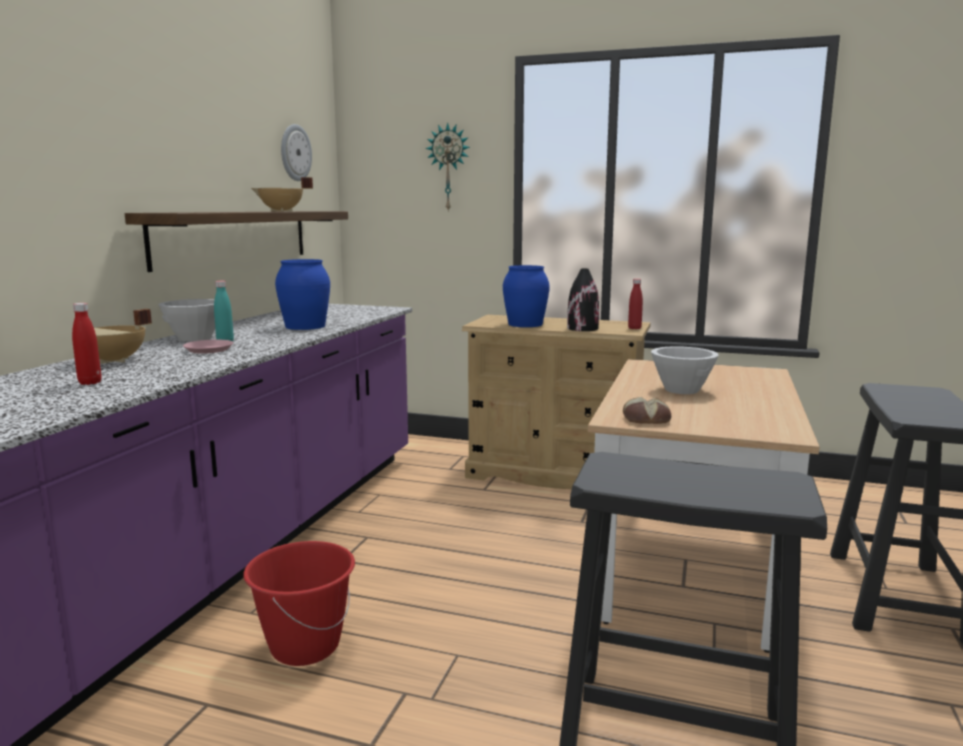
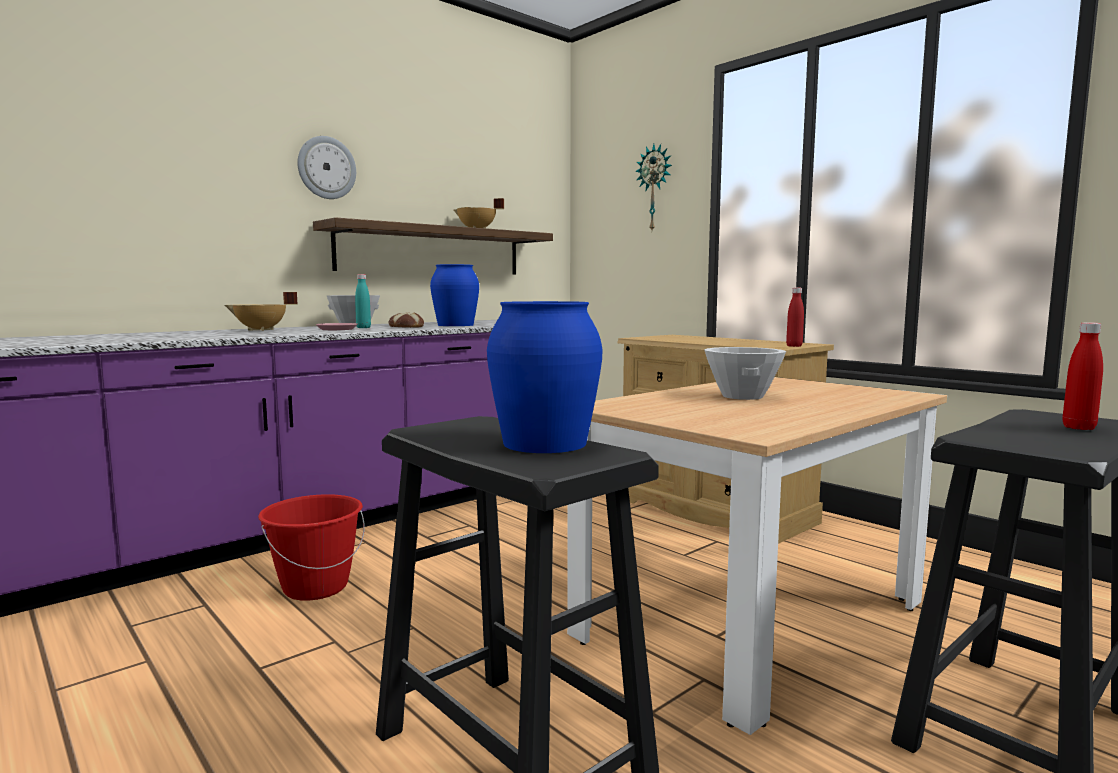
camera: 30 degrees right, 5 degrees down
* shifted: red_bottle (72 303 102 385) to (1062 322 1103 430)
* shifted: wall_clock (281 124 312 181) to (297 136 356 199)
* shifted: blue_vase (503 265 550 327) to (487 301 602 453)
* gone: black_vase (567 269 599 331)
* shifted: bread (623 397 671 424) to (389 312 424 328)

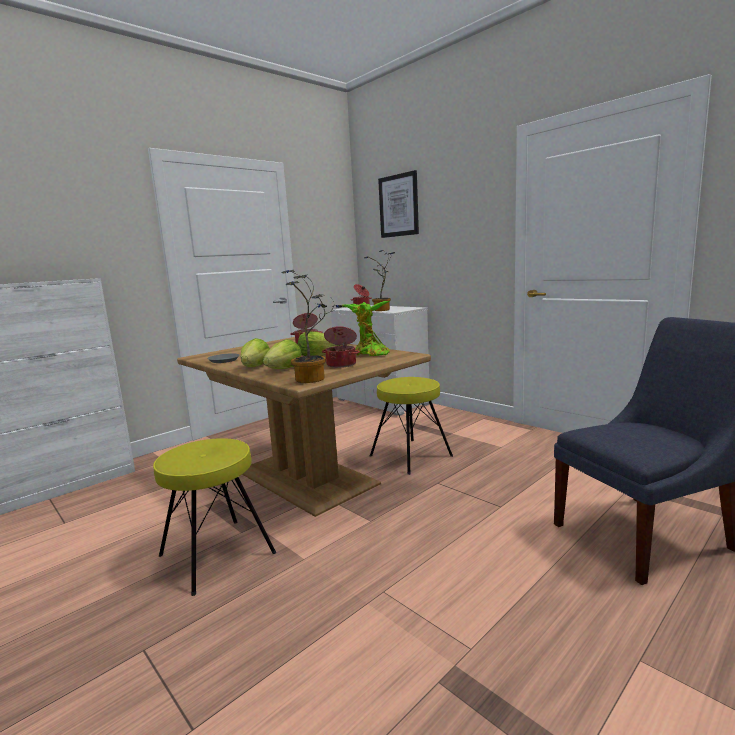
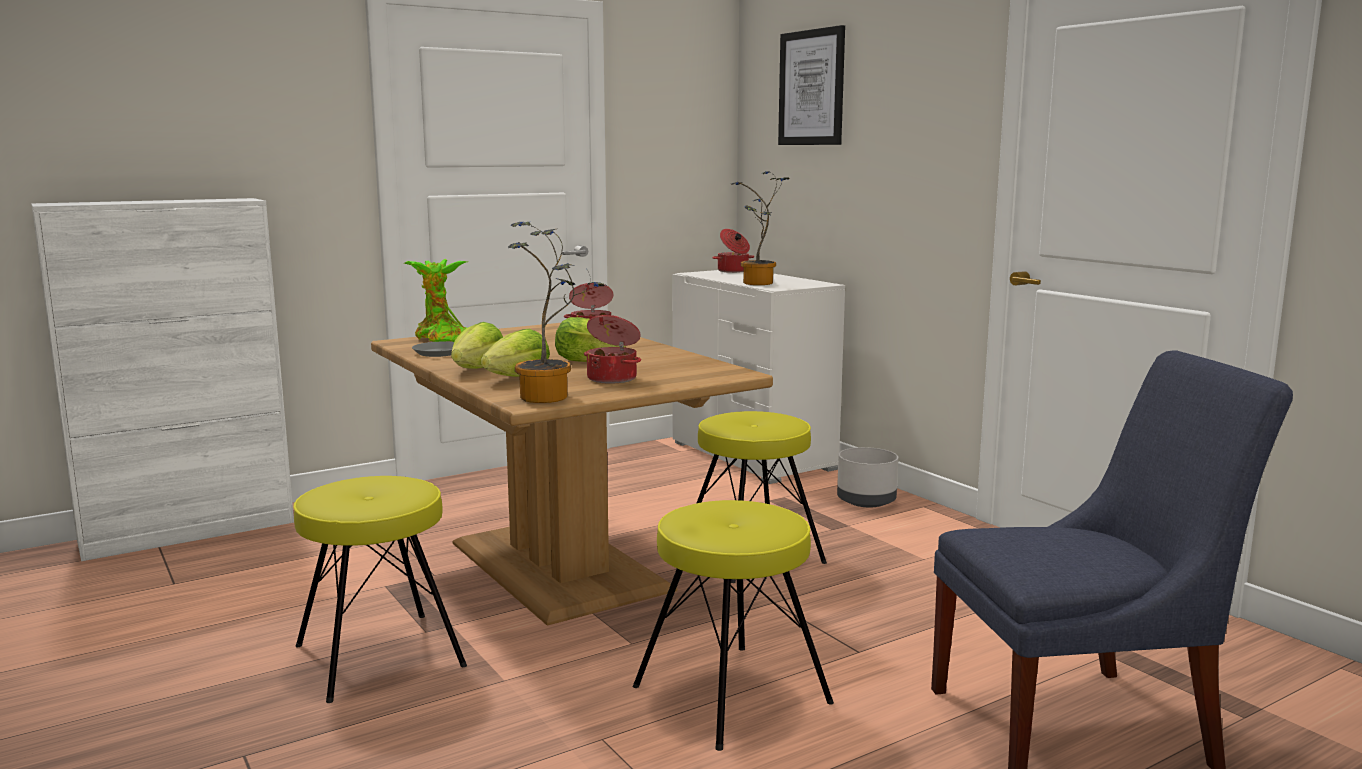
camera: 10 degrees right, 0 degrees up
* shifted: potted_plant (343 301 390 356) to (404 259 467 342)
* new: yellow_stool (633 500 834 751)
* new: grey_planter (837 447 898 507)

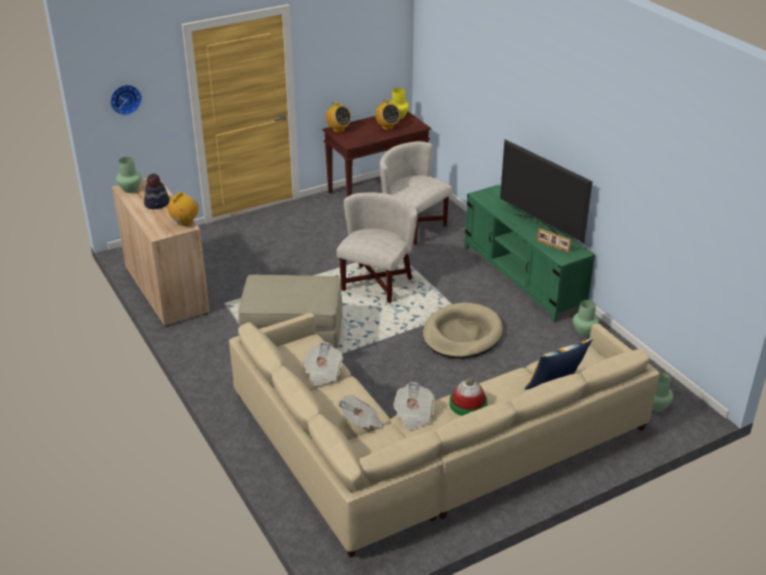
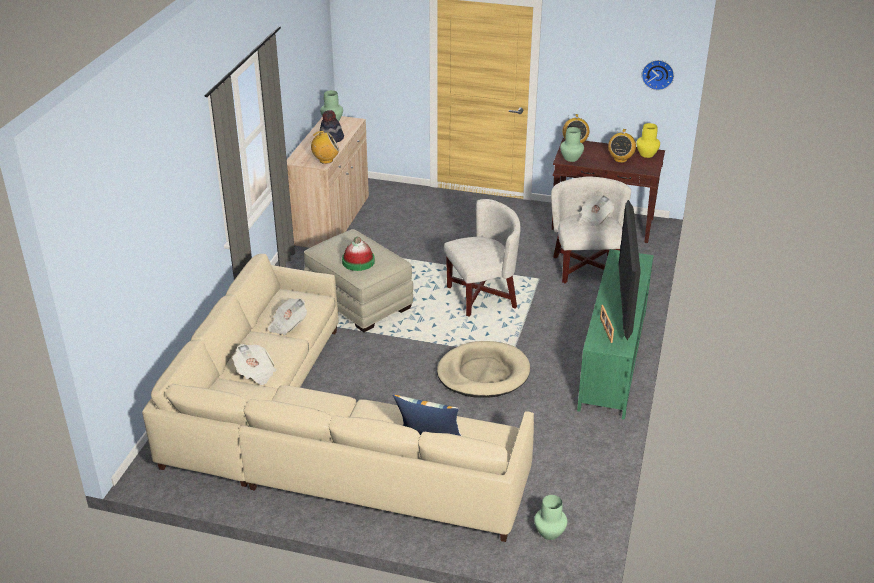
camera: 45 degrees right, 0 degrees up
* shifted: wall_clock (110 85 142 116) to (642 60 674 90)
* shifted: newspaper (393 382 435 430) to (579 195 614 227)
* shifted: hat (449 377 487 416) to (342 237 375 271)
* shifted: green_vase (573 300 599 336) to (560 127 584 162)

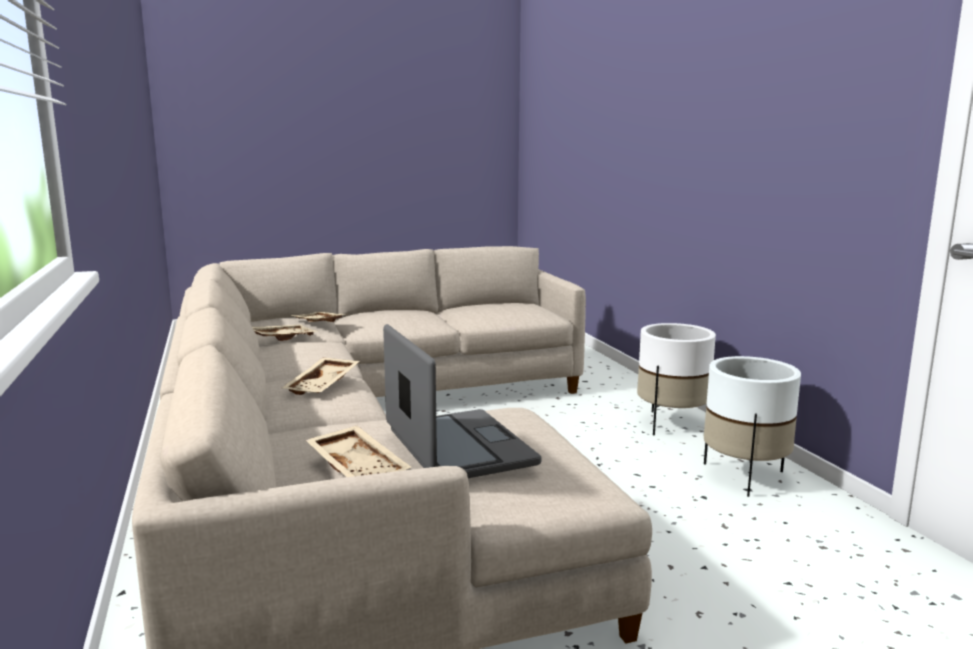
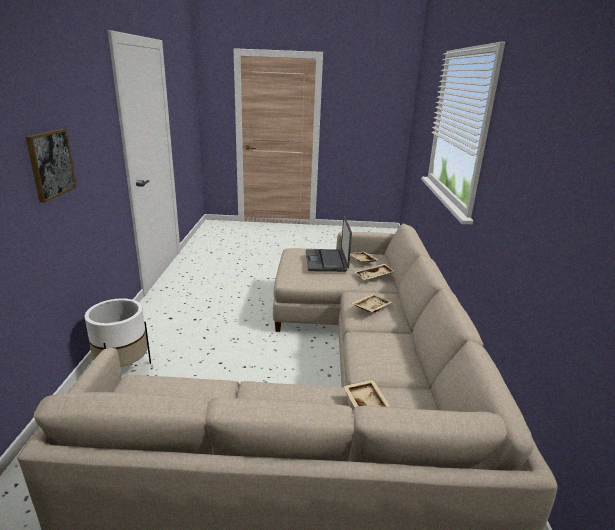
camera: 160 degrees left, 10 degrees up
* shifted: beige_tray (252 324 318 341) to (354 263 395 280)
* gone: white_planter (704 356 801 497)
* new: picture (26 129 77 203)

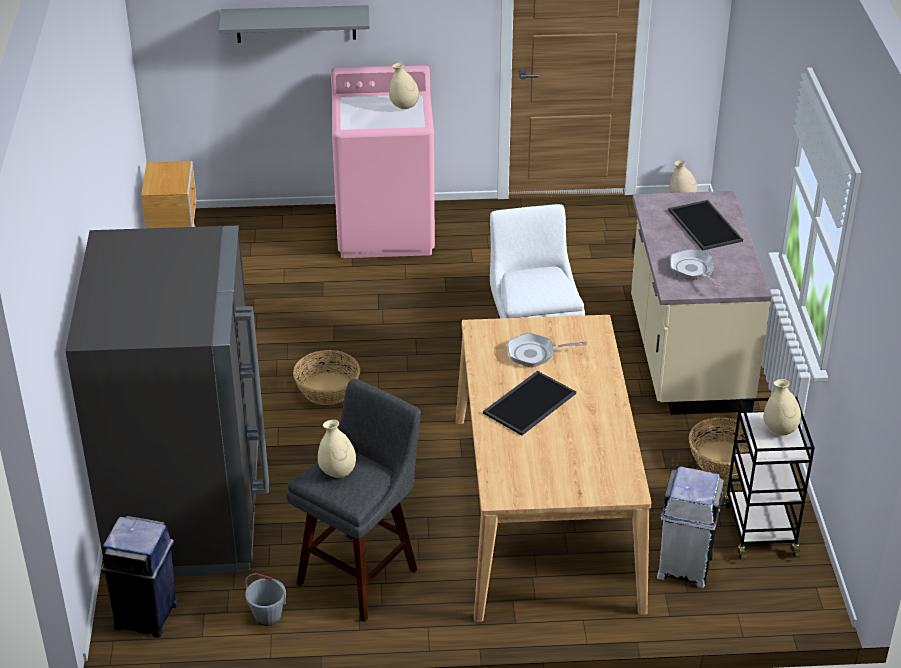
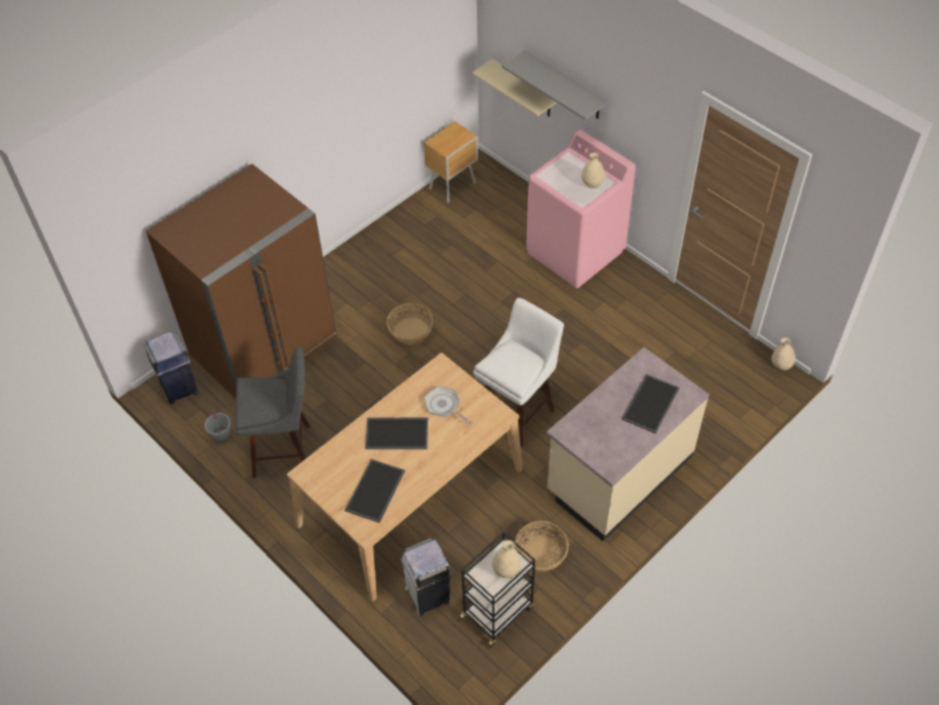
camera: 50 degrees right, 15 degrees up
* repainted: grey_fridge (65 225 269 577) to brown_fridge (146 164 336 399)
* gone: beige_vase (318 420 356 478)
* gone: frying_pan (670 249 723 290)
* new: tray (345 459 405 523)
* new: beige_shelf (472 59 557 117)

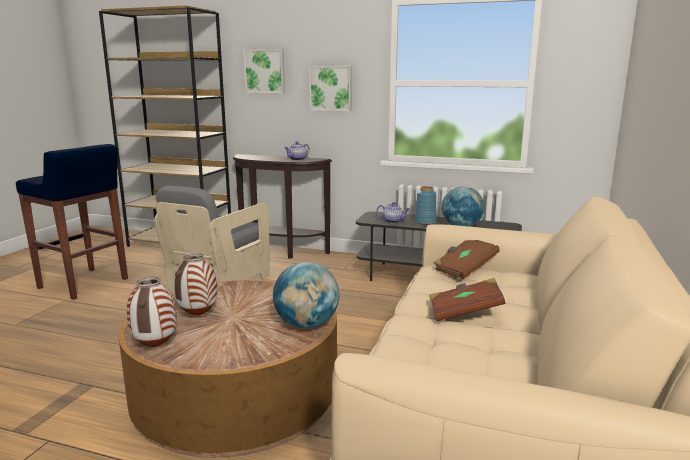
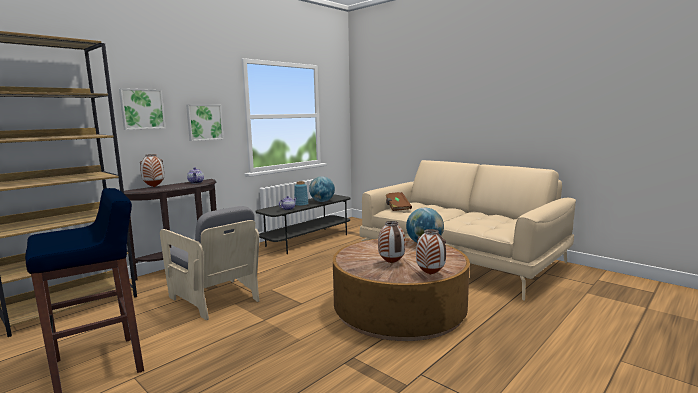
camera: 65 degrees left, 5 degrees down
* gone: brown_book (429 278 505 321)
* new: vase (140 154 164 187)

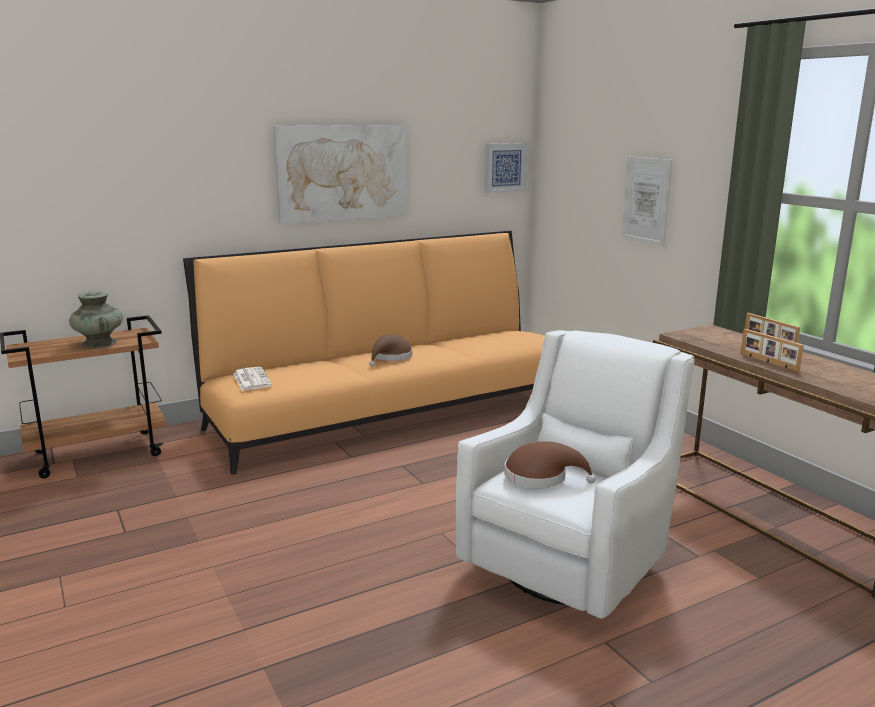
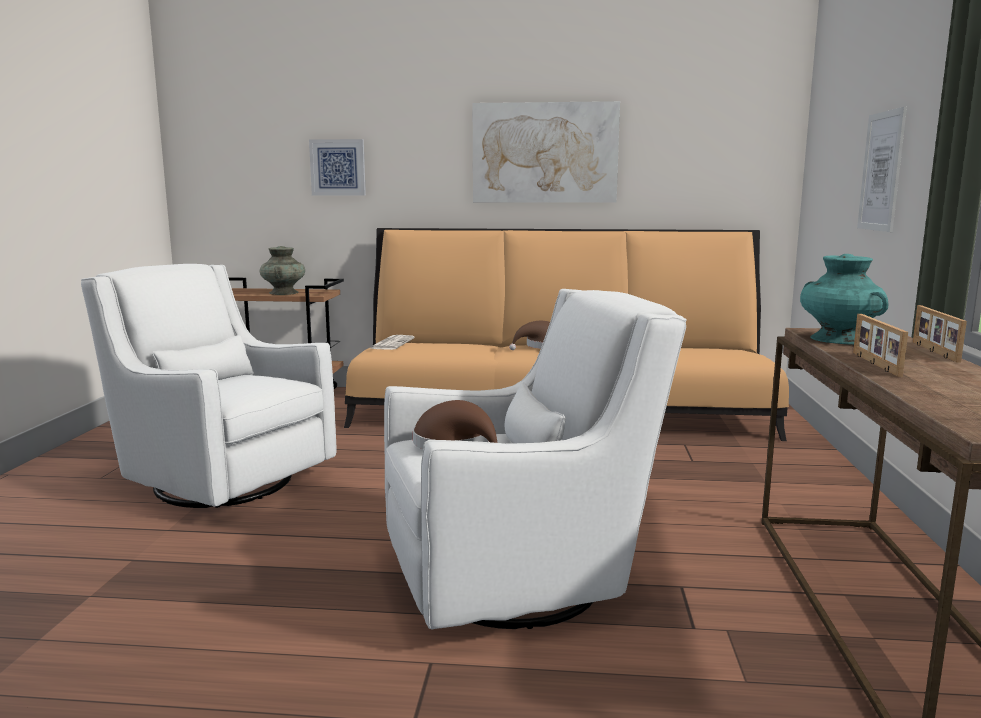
camera: 35 degrees right, 5 degrees down
* shifted: picture (485 143 527 193) to (309 139 366 196)
* new: white_armchair (81 264 336 508)
* new: turquoise_vase (800 254 888 345)

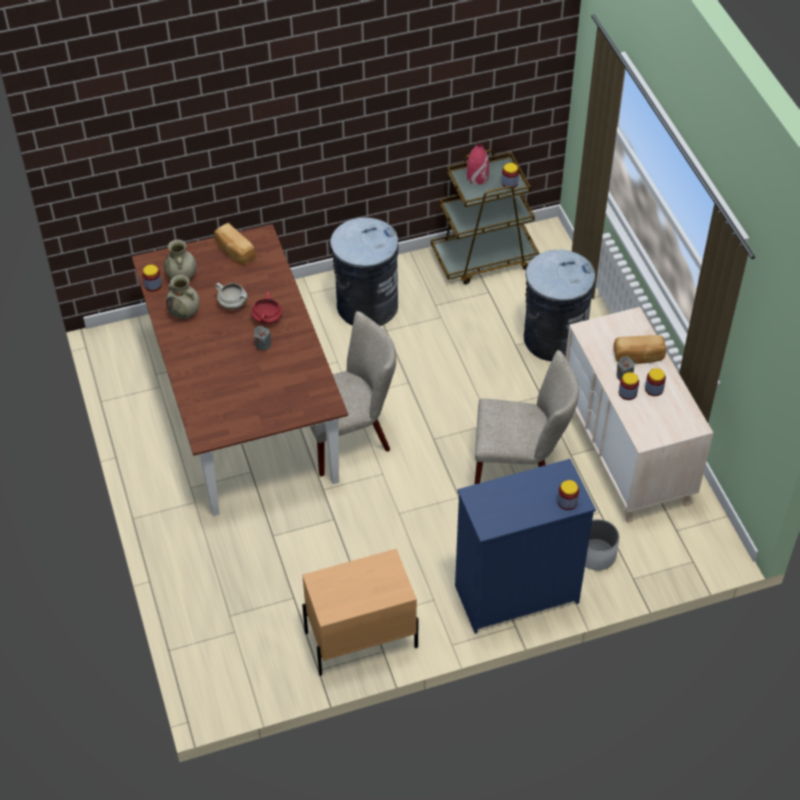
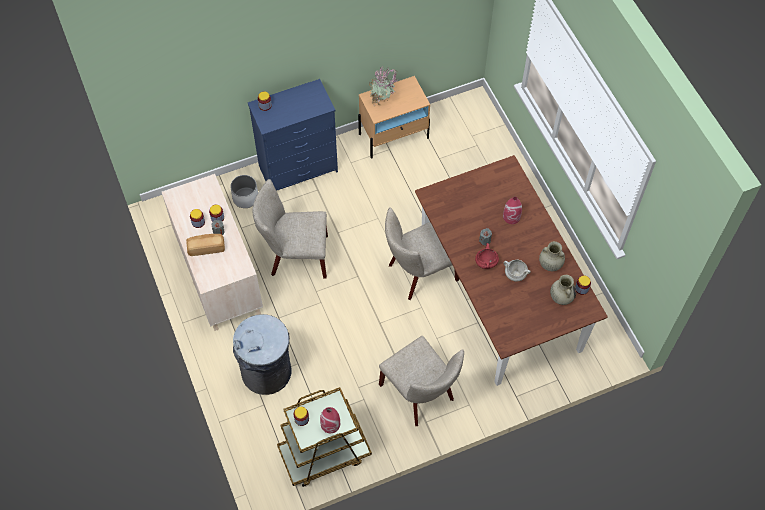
camera: 175 degrees right, 10 degrees up
* gone: bread (214 223 256 265)
* swapped: grey_trash_can (330 217 399 326) to beige_chair (379 336 464 426)
* new: potted_plant (369 68 398 106)
* new: red_vase (503 197 522 224)

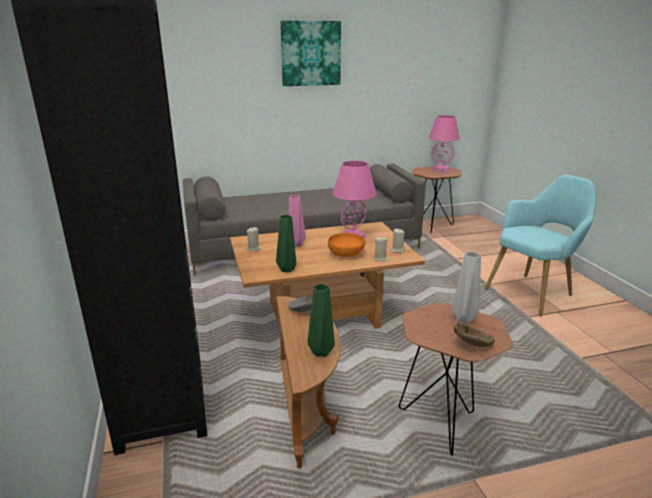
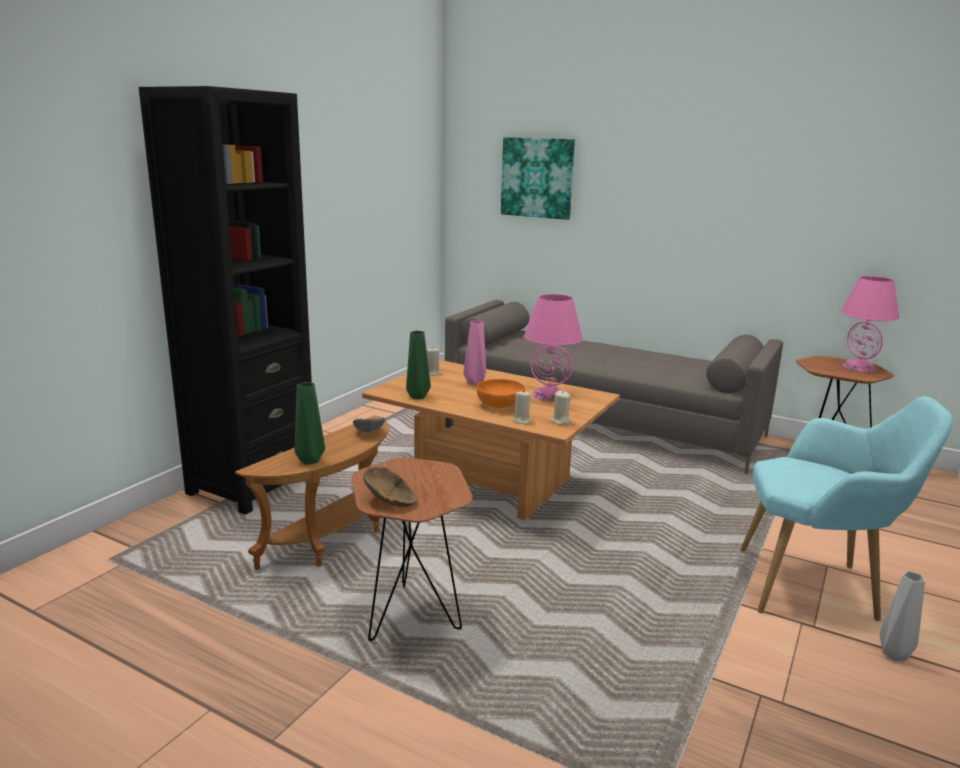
camera: 45 degrees right, 5 degrees down
* shifted: picture (280 20 341 86) to (501 137 575 220)
* shifted: grey_vase (452 251 481 323) to (880 571 925 661)

